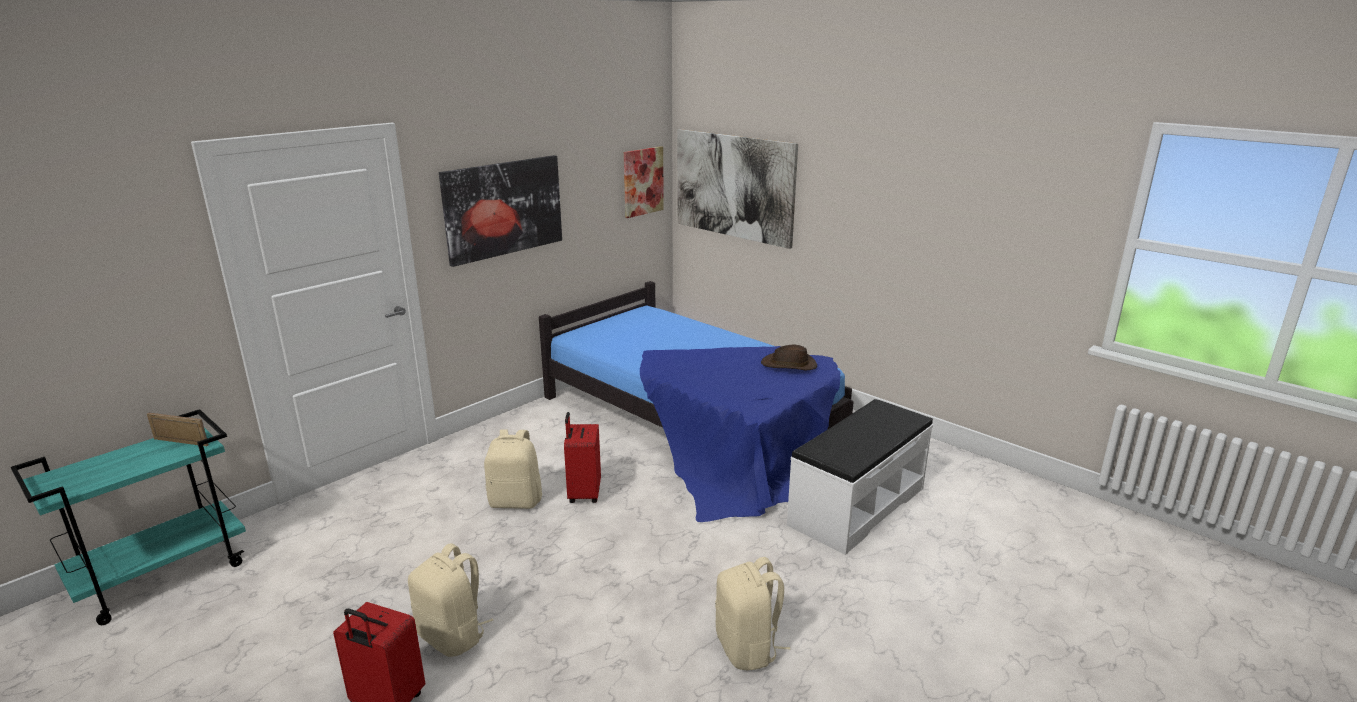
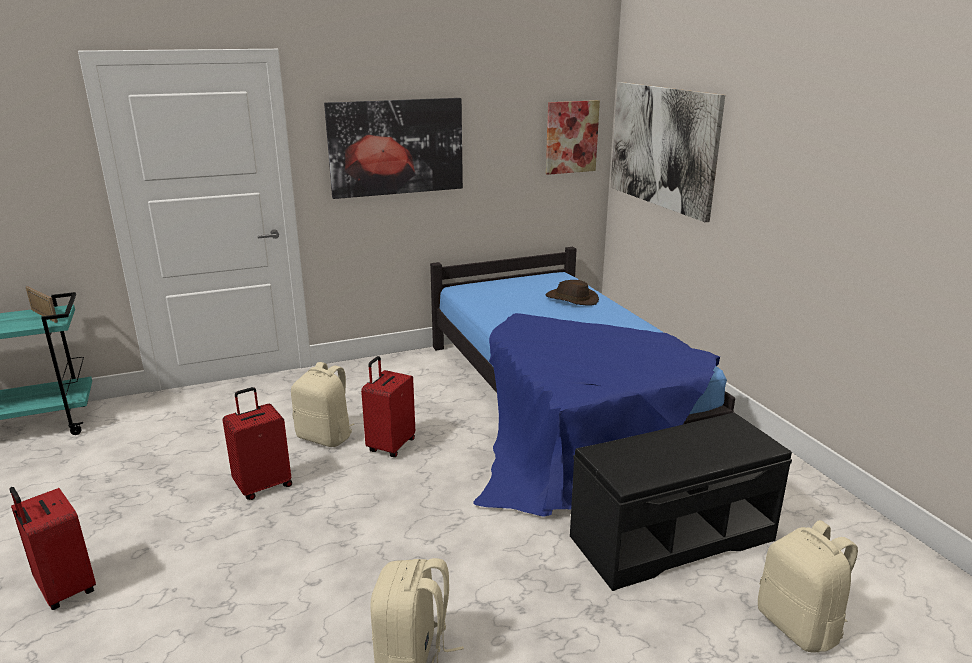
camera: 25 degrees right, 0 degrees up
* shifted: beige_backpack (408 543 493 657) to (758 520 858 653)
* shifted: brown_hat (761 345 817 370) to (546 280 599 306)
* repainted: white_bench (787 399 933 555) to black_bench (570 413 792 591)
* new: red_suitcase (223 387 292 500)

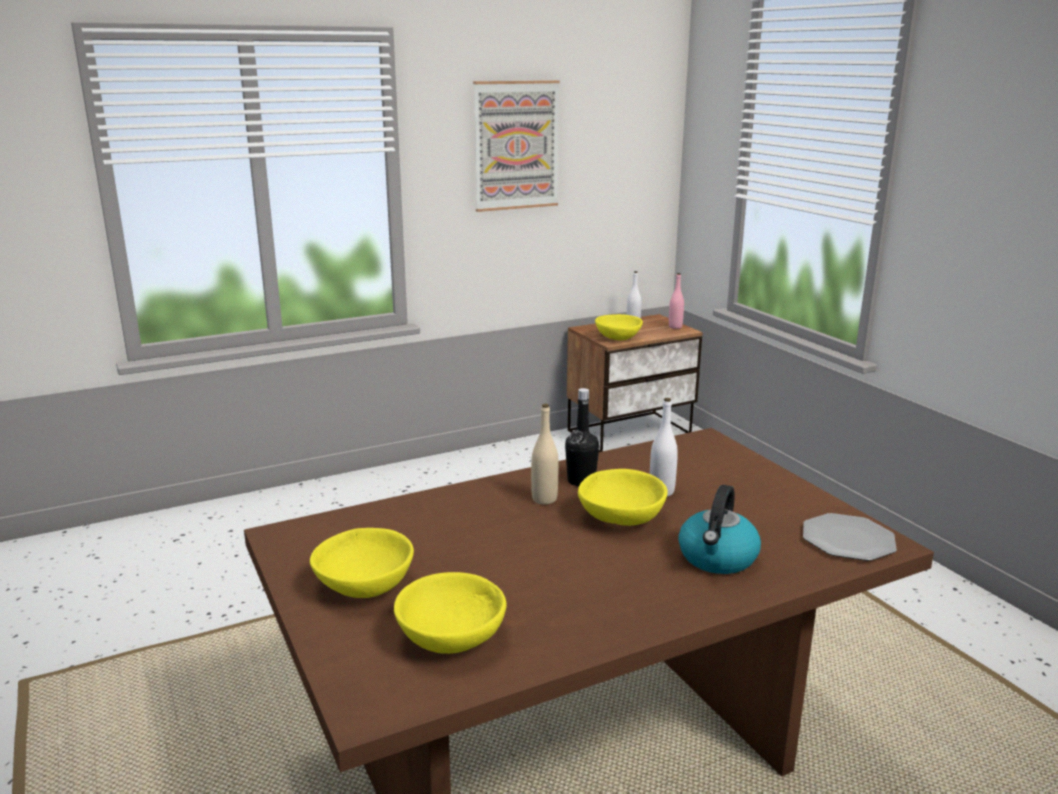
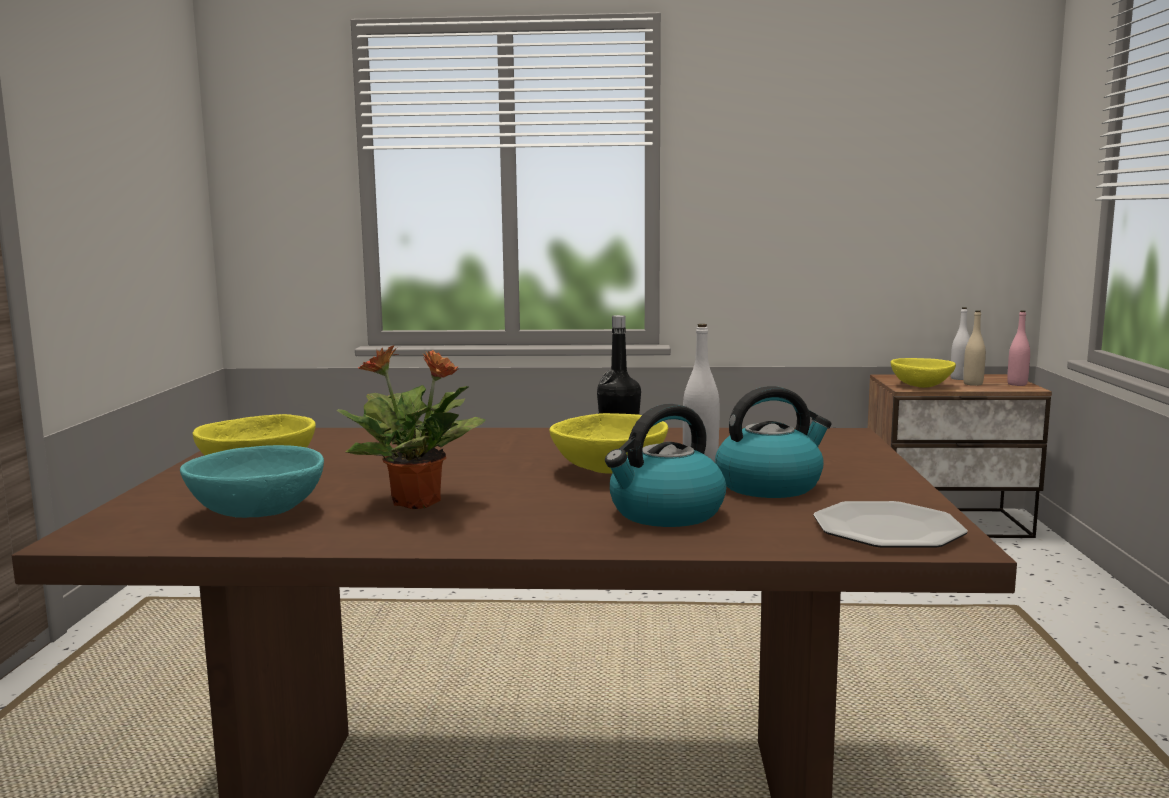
camera: 30 degrees right, 10 degrees down
* repainted: yellow_bowl (394 572 507 654) to turquoise_bowl (180 445 324 518)
* gone: picture (473 80 560 212)
* shifted: beige_bottle (531 404 559 504) to (963 310 986 386)
* new: potted_plant (337 346 486 509)
* new: kettle (715 386 831 498)

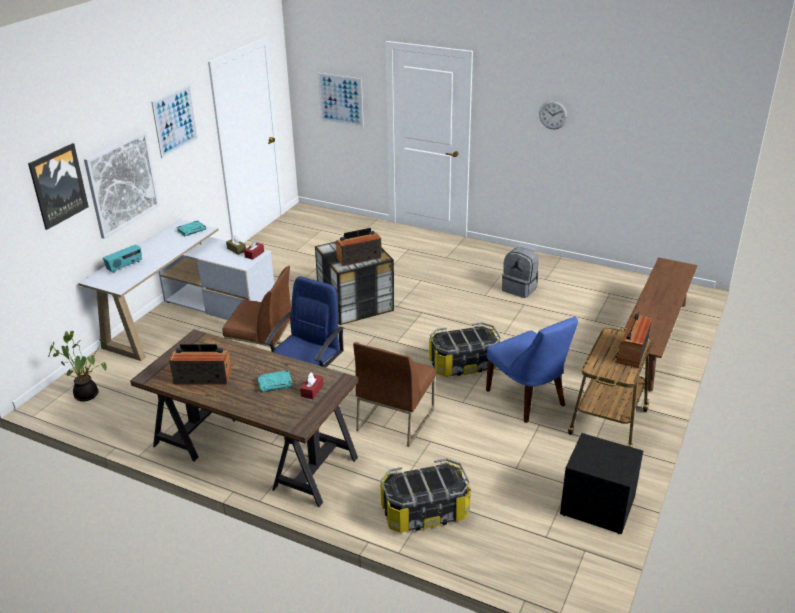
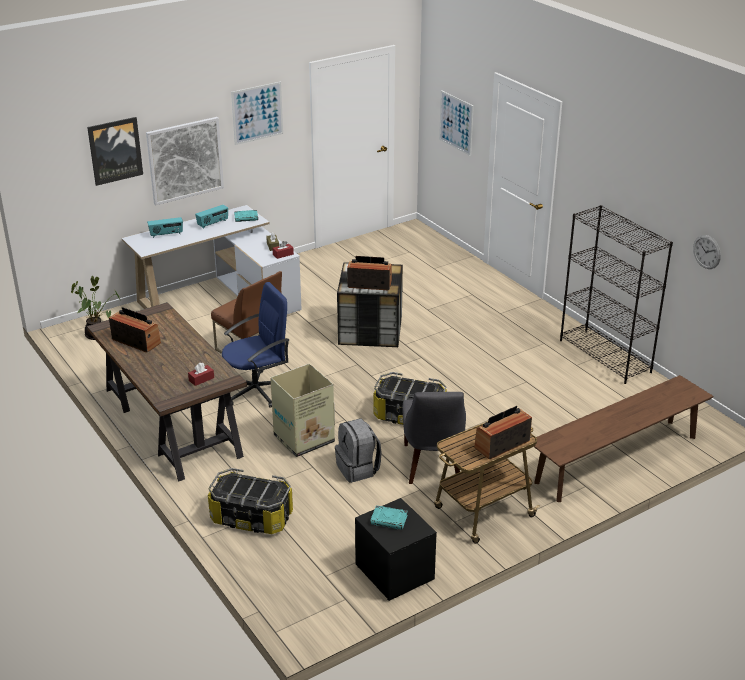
camera: 30 degrees right, 0 degrees up
* shifted: turquoise_book (257 370 293 393) to (370 505 408 530)
* swapped: brown_chair (353 342 436 447) to cardboard_box (270 364 335 457)
* repainted: blue_chair (486 317 578 423) to grey_chair (402 392 466 484)
* shifted: grey_backpack (502 247 539 298) to (335 418 382 483)
* shifted: wall_clock (539 101 568 129) to (693 235 721 269)
* new: radio (195 205 228 229)
* new: black_bookcase (560 205 673 384)

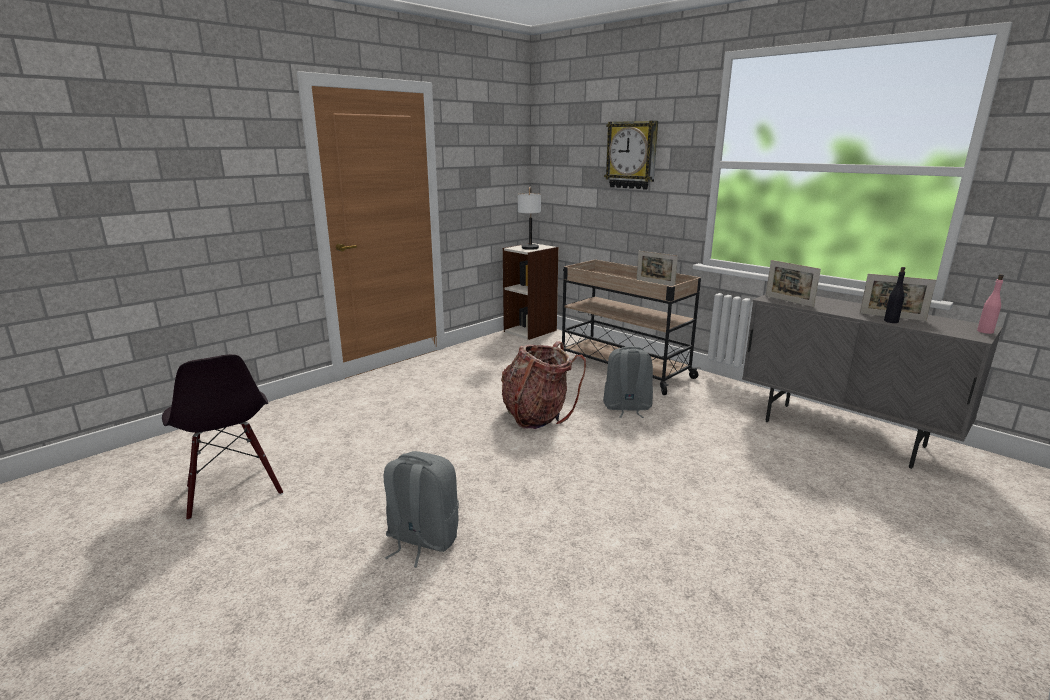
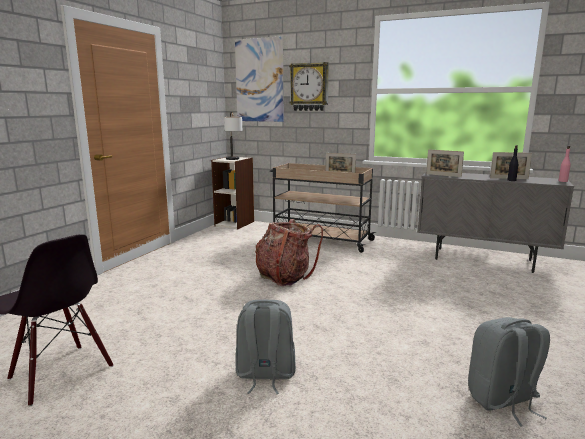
camera: 20 degrees left, 5 degrees down
* shifted: grey_backpack (603 346 653 418) to (468 317 550 426)
* new: picture (235 36 283 122)

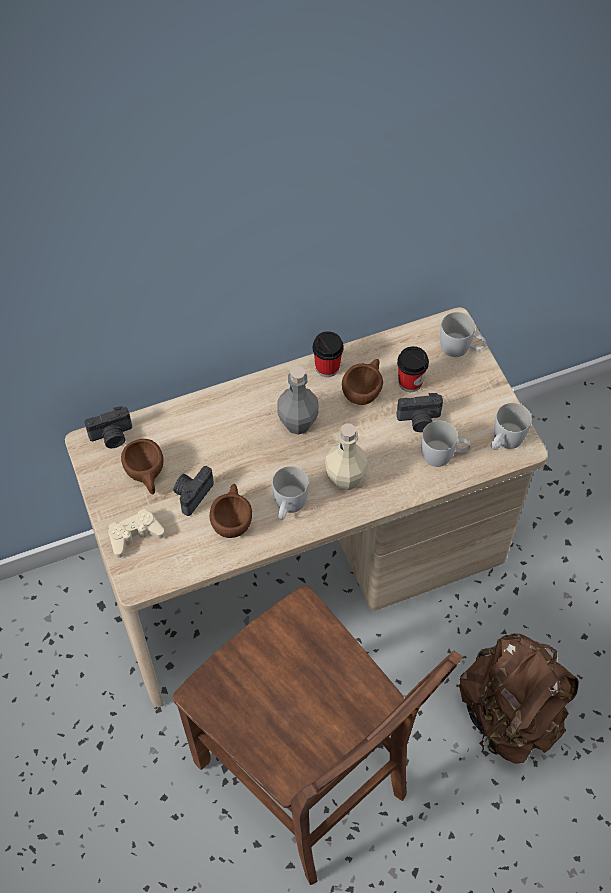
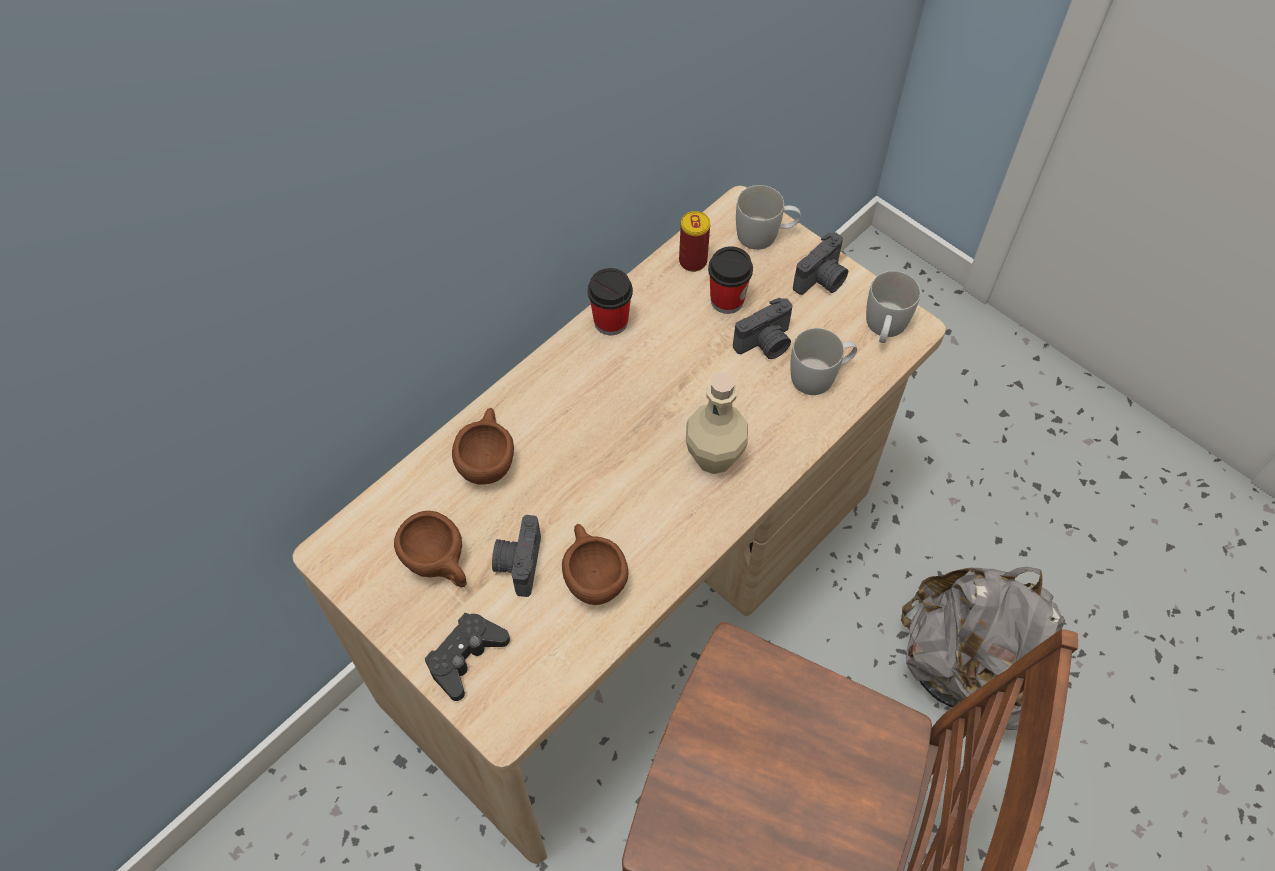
camera: 25 degrees left, 0 degrees up
* shifted: photo_camera (84 406 132 448) to (793 232 848 295)
* repainted: beige_game_controller (108 509 165 558) to black_game_controller (425 613 510 701)
* gone: white_mug (272 466 309 520)
* gone: grey_bottle (277 366 319 435)
* shifted: brown_cup (342 359 383 405) to (452 408 514 485)
* repainted: brown_backpack (459 633 579 764) to grey_backpack (901 567 1066 730)
* new: can (679 211 710 272)

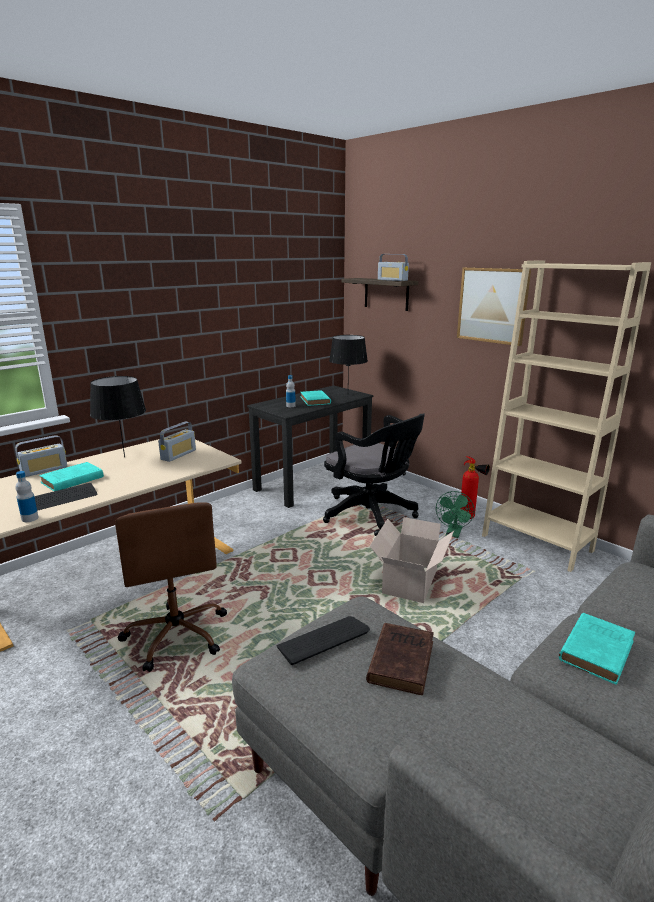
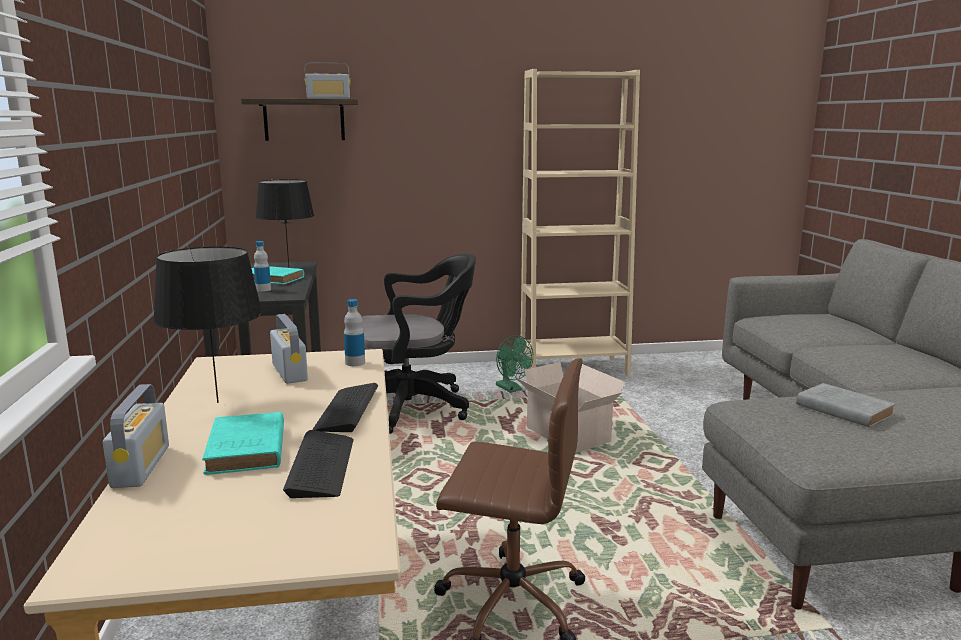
camera: 55 degrees left, 5 degrees down
* shifted: bottle (16 471 39 522) to (344 299 365 366)
* shifted: keyboard (277 616 370 665) to (312 383 378 432)
* repainted: brown_book (366 623 434 695) to grey_book (796 383 896 428)
* gone: picture (457 267 531 346)
* gone: fire_extinguisher (461 456 490 519)
* gone: turquoise_book (559 613 635 684)

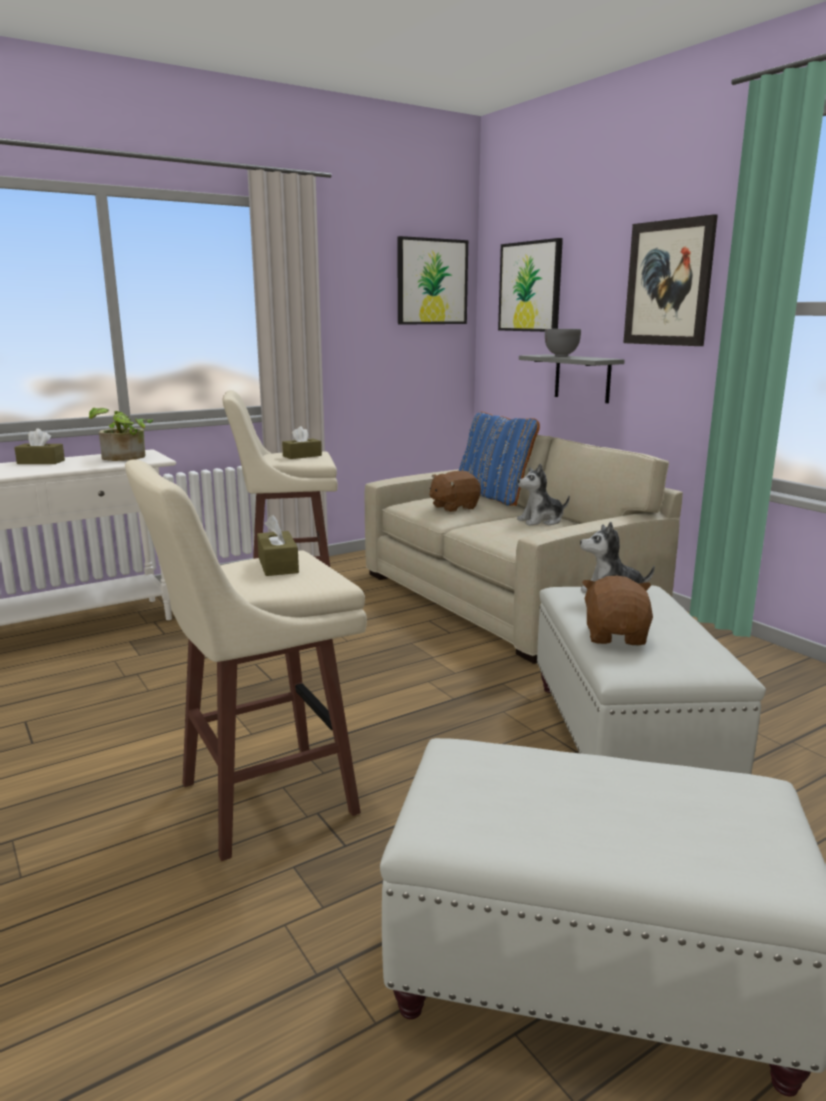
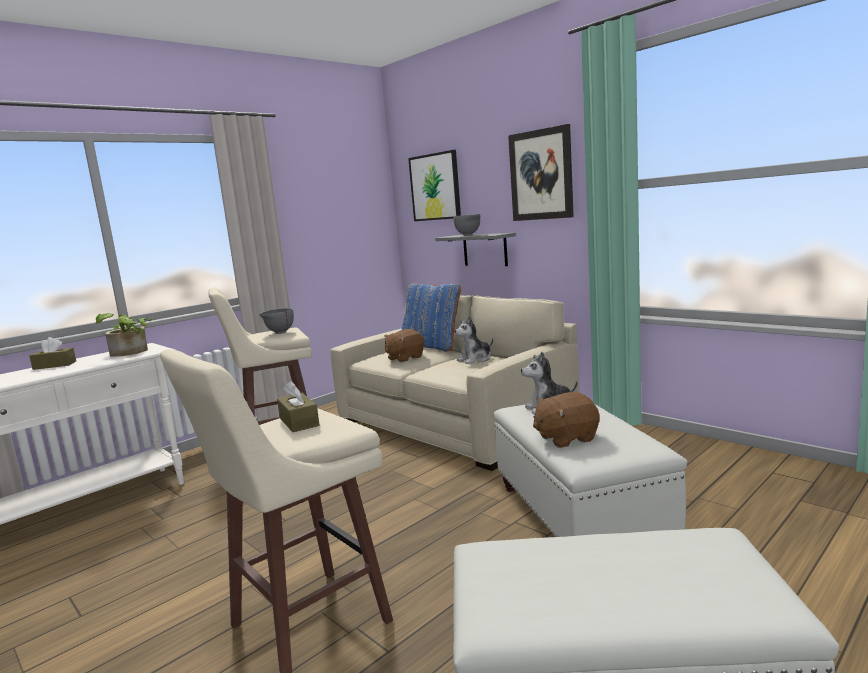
camera: 10 degrees left, 5 degrees down
* swapped: brown_tissue_box (282 426 322 459) to grey_bowl (259 308 294 334)
* gone: picture (397 236 468 325)
* rotated: brown_plush_toy (582 575 653 645) = (533 392 599 448) 105 degrees counterclockwise

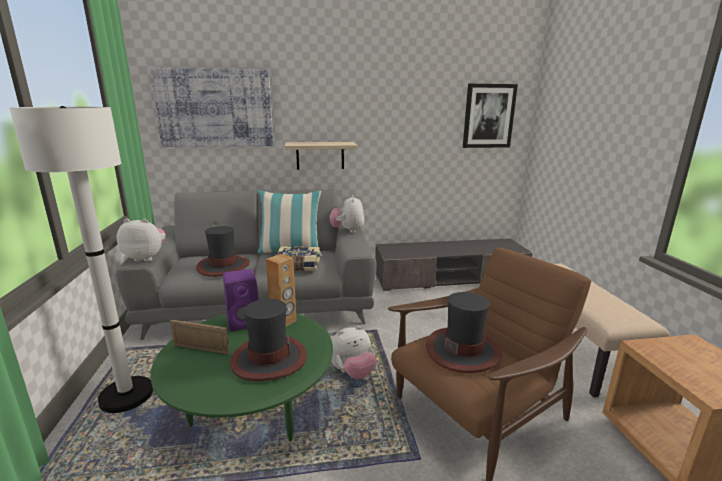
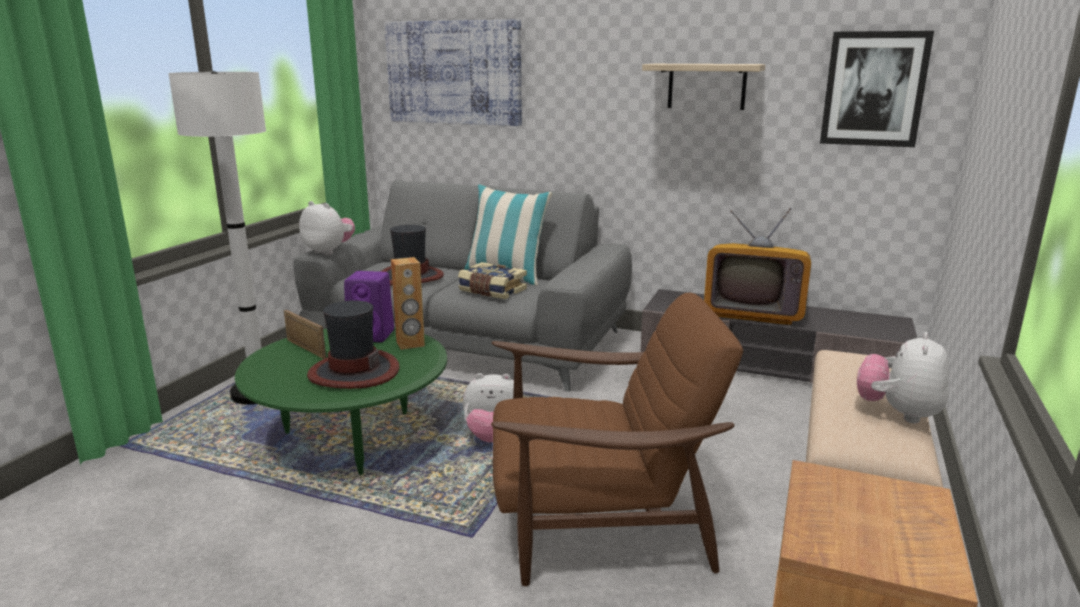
camera: 30 degrees right, 0 degrees up
* shifted: shelf (285 142 358 170) to (642 64 765 110)
* shifted: plush_toy (330 195 364 233) to (857 332 949 423)
* gone: hat (426 292 503 373)
* new: television (704 207 811 325)

